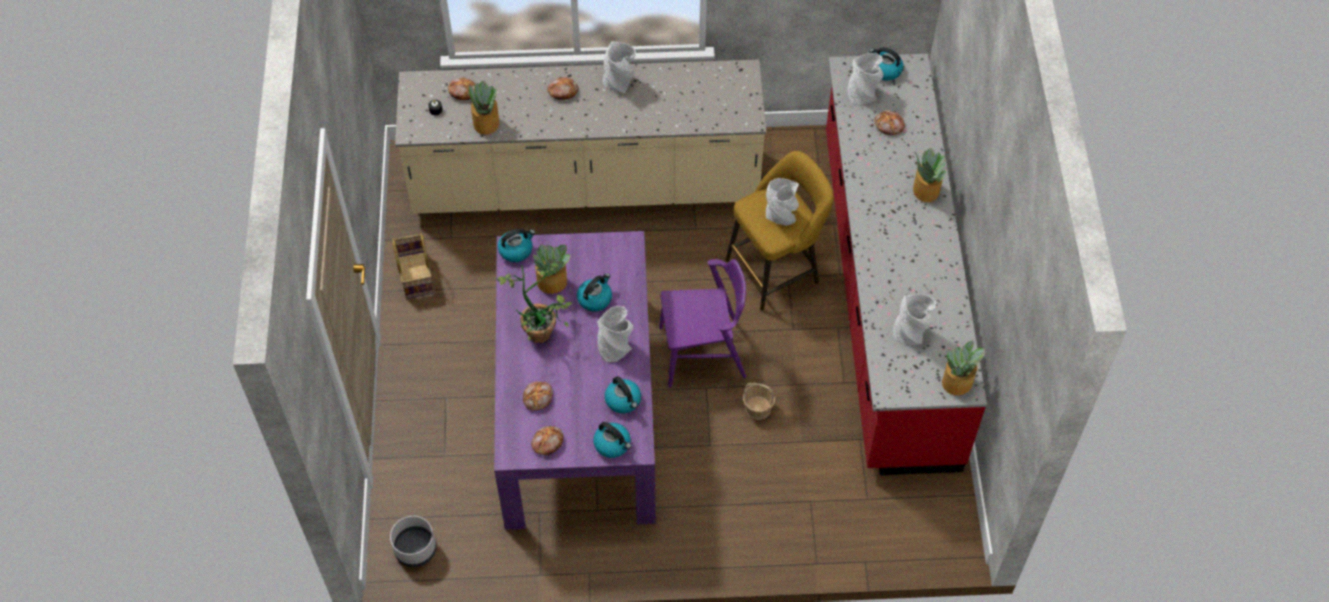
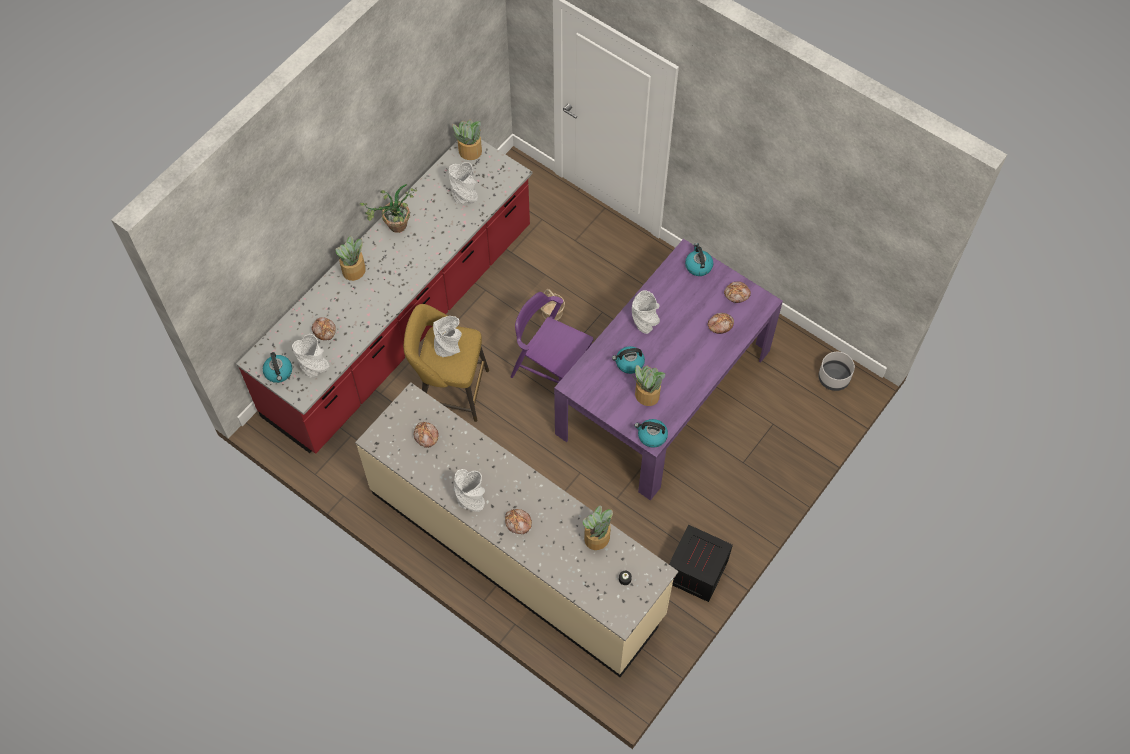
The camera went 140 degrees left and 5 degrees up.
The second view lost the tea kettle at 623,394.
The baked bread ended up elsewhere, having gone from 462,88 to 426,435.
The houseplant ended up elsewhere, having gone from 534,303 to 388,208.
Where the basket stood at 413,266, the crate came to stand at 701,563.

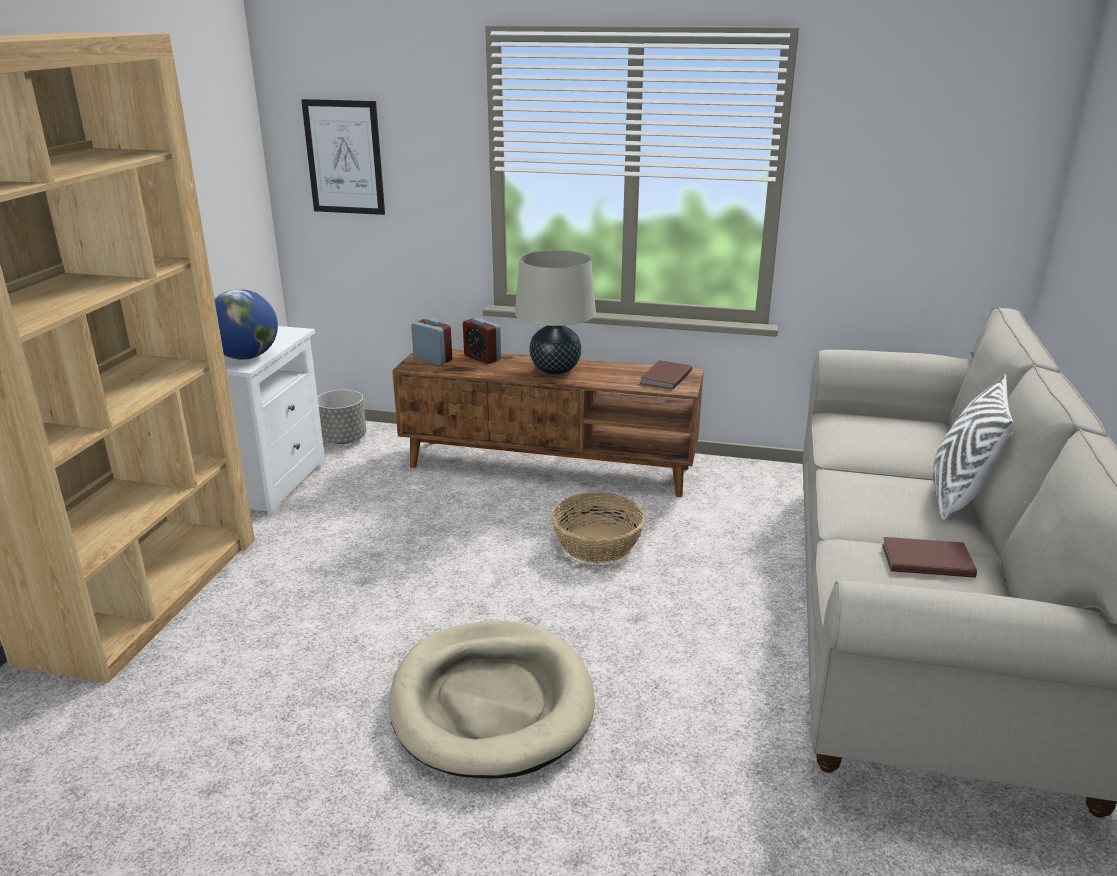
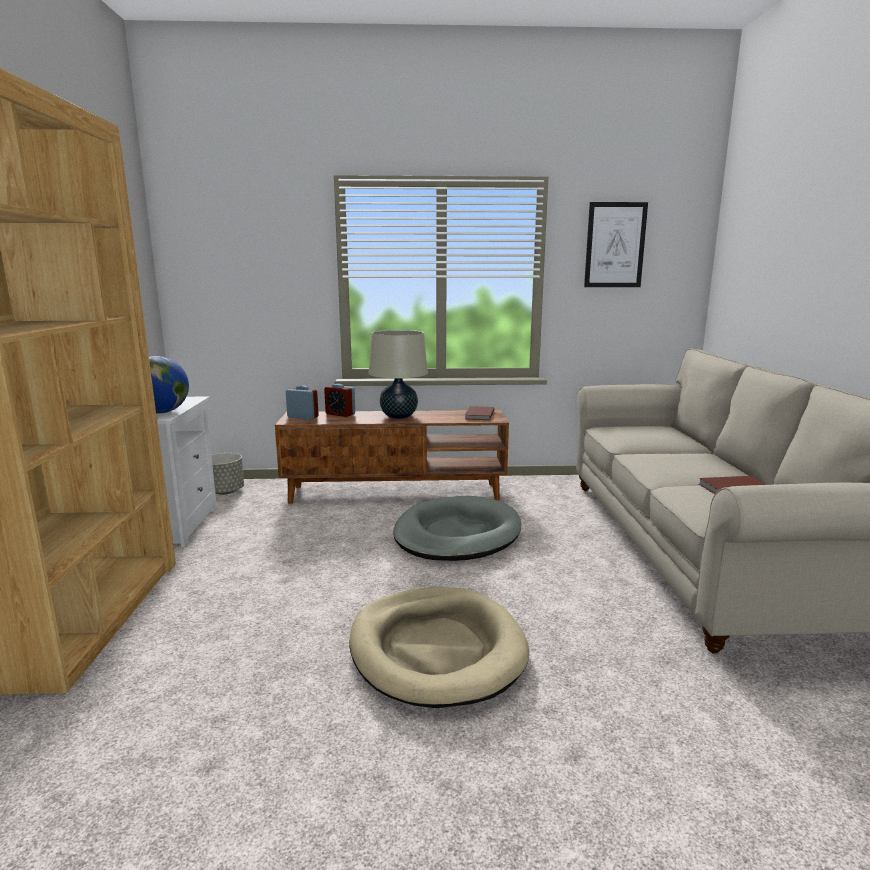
The camera went 15 degrees left and 10 degrees down.
The second view lost the white-coloured cushion at 973,447.
The wall art ended up elsewhere, having gone from 343,157 to 616,244.
Where the basket stood at 598,527, the greyish dog cushion came to stand at 457,528.

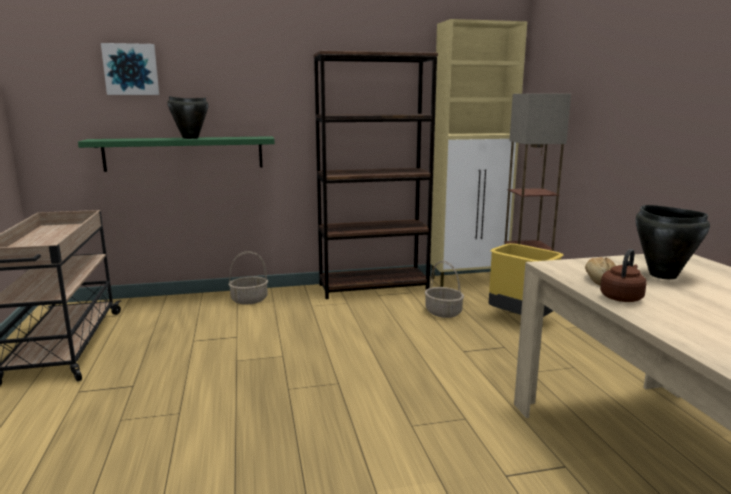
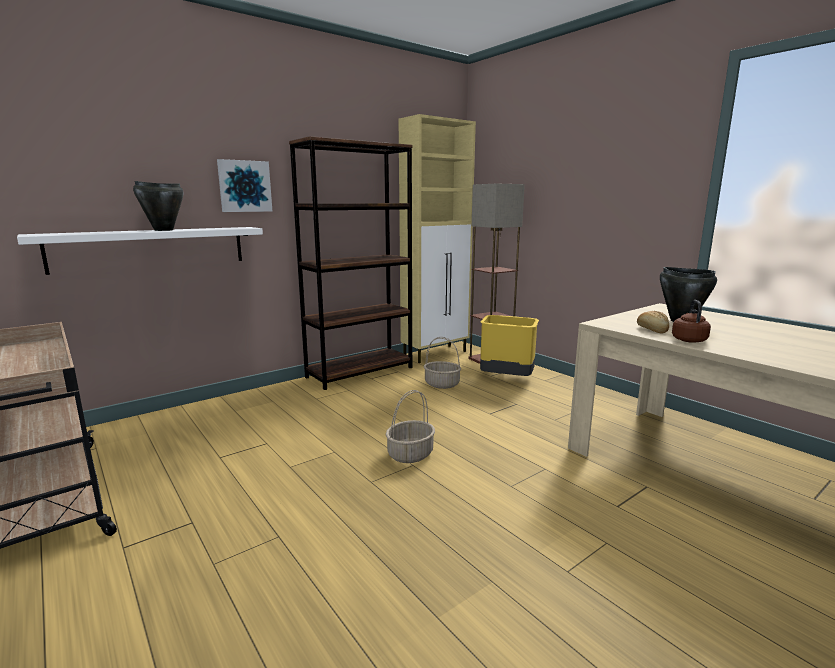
The camera went 25 degrees left and 0 degrees up.
The wall art ended up elsewhere, having gone from 130,69 to 244,185.
The basket ended up elsewhere, having gone from 248,277 to 410,426.
What was the green shelf at 176,154 turned into the white-coloured shelf at 140,251.

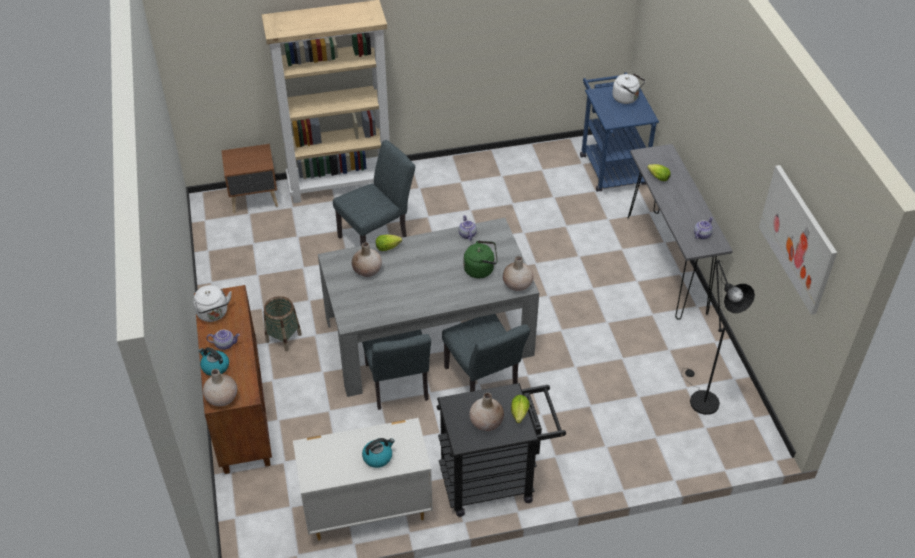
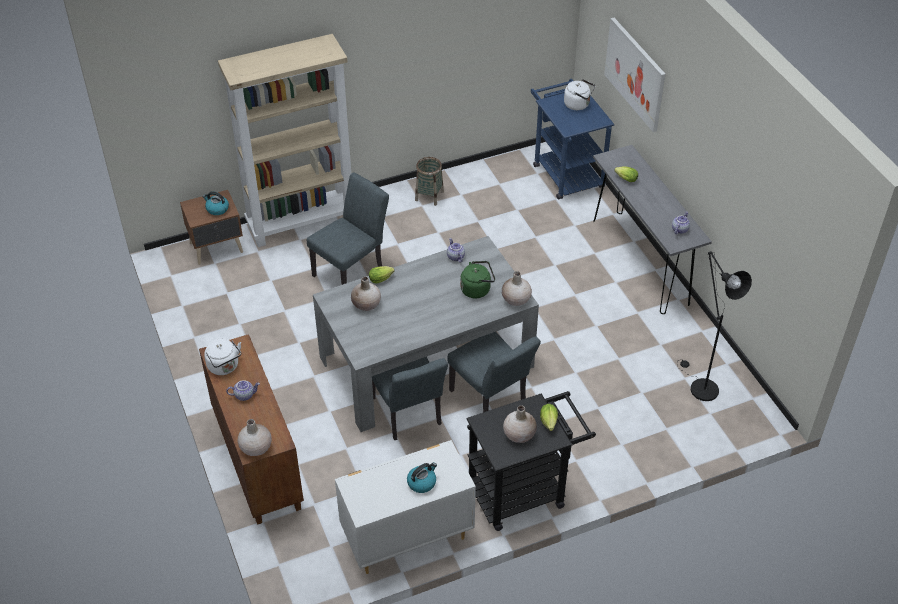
The camera went 10 degrees left and 0 degrees up.
The tea kettle ended up elsewhere, having gone from 213,361 to 216,203.
The basket ended up elsewhere, having gone from 283,323 to 429,181.
The wall art ended up elsewhere, having gone from 798,240 to 635,75.

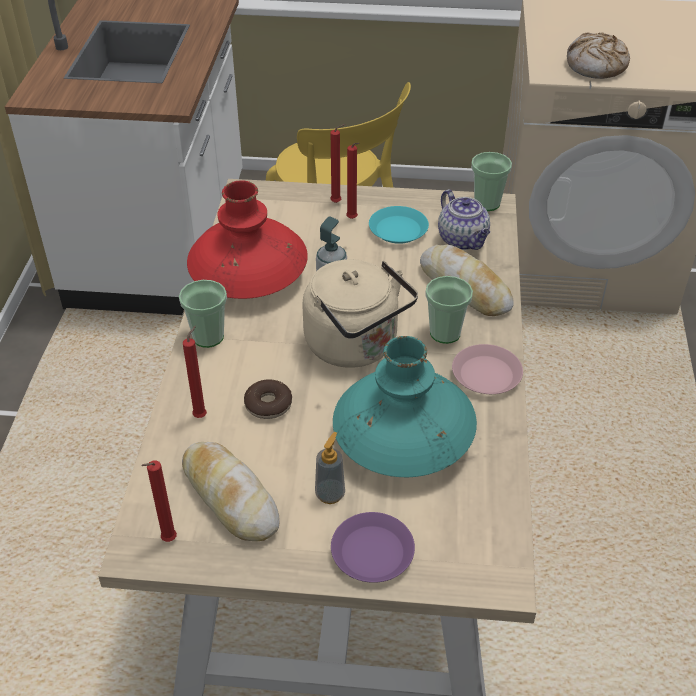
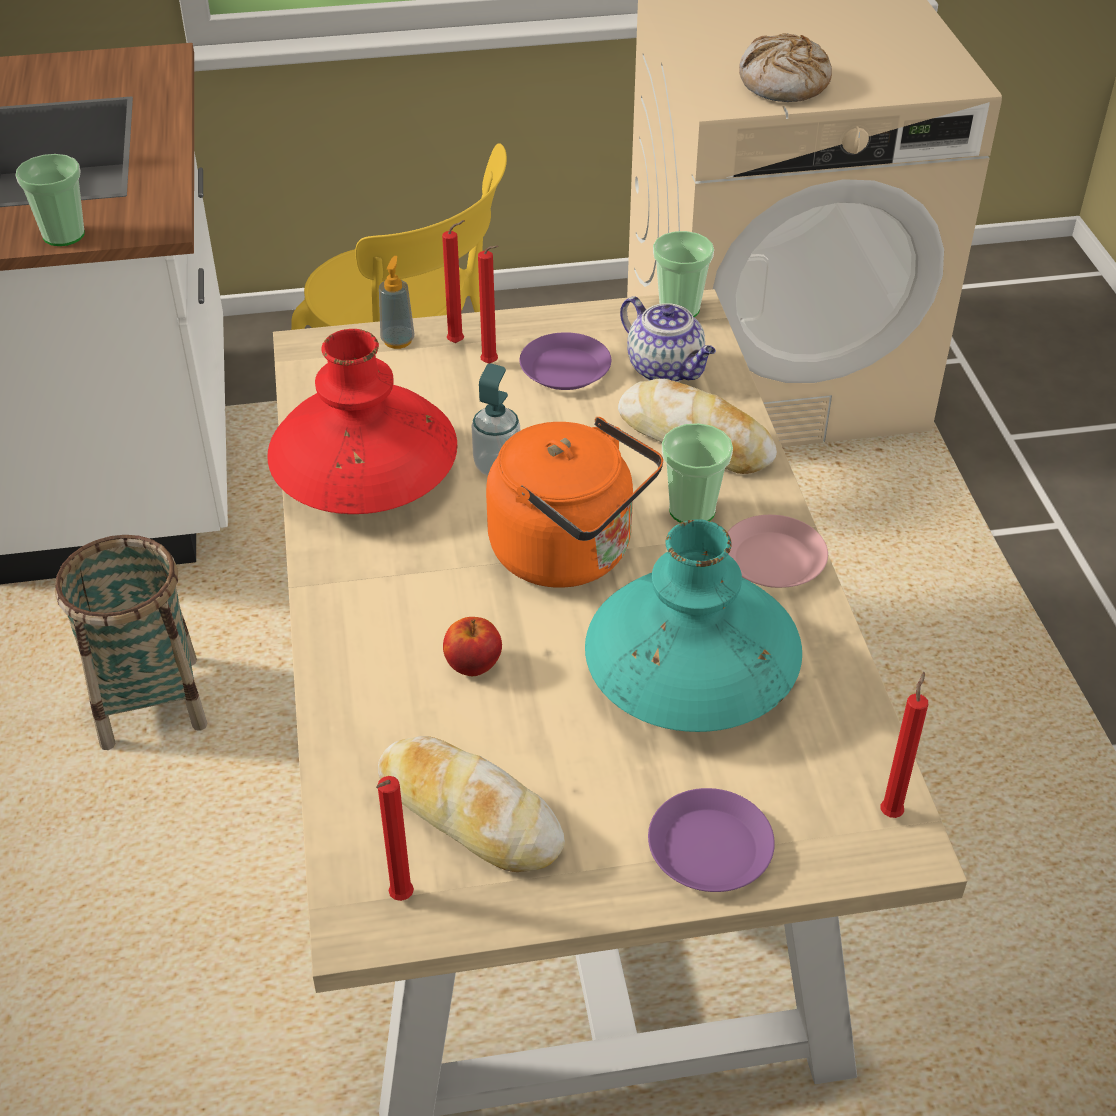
The camera went 15 degrees left and 0 degrees up.
The second view gained the basket at 131,642.
The small cup ended up elsewhere, having gone from 203,314 to 50,200.
The red-coloured candle ended up elsewhere, having gone from 195,372 to 904,745.
The liquid soap bottle ended up elsewhere, having gone from 330,468 to 396,302.
Where the ring doughnut stood at 268,399, the apple fruit came to stand at 472,646.
What was the beige-coloured tea kettle at 360,313 turned into the orange-coloured tea kettle at 574,502.
What was the turquoise-coloured flat dish at 399,225 turned into the purple flat dish at 565,361.

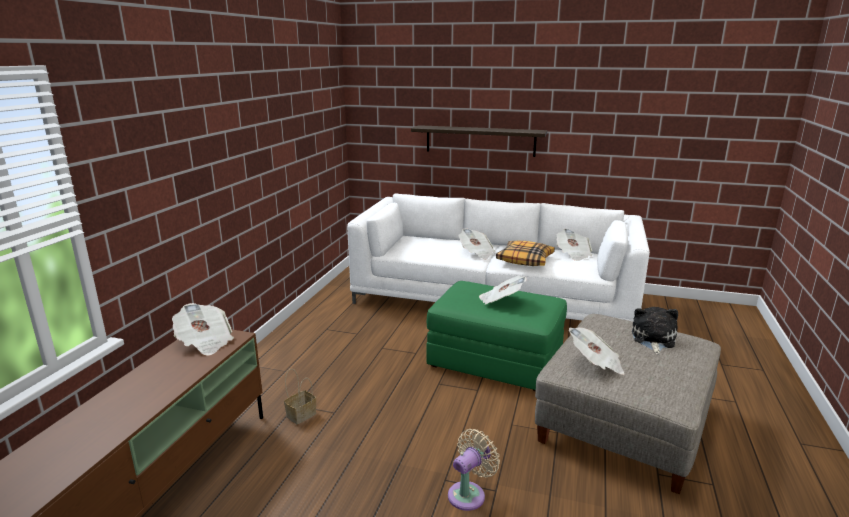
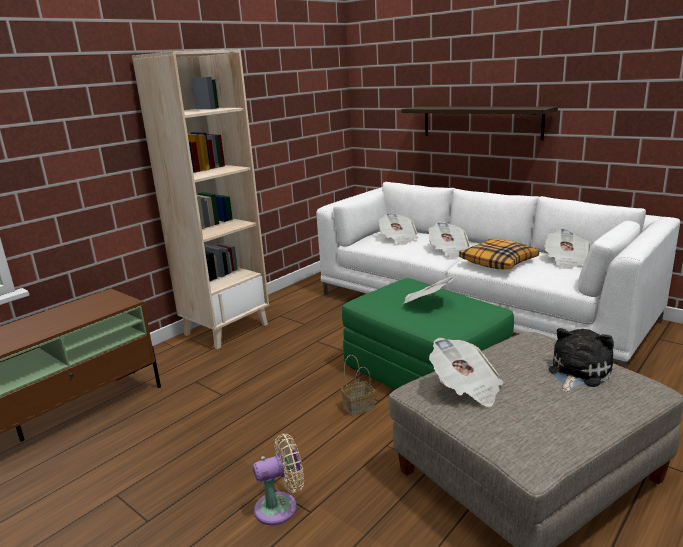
The camera went 25 degrees right and 0 degrees up.
The second view gained the beige-coloured shelving unit at 200,199.
The printed paper ended up elsewhere, having gone from 203,329 to 398,229.
The basket ended up elsewhere, having gone from 300,396 to 358,385.

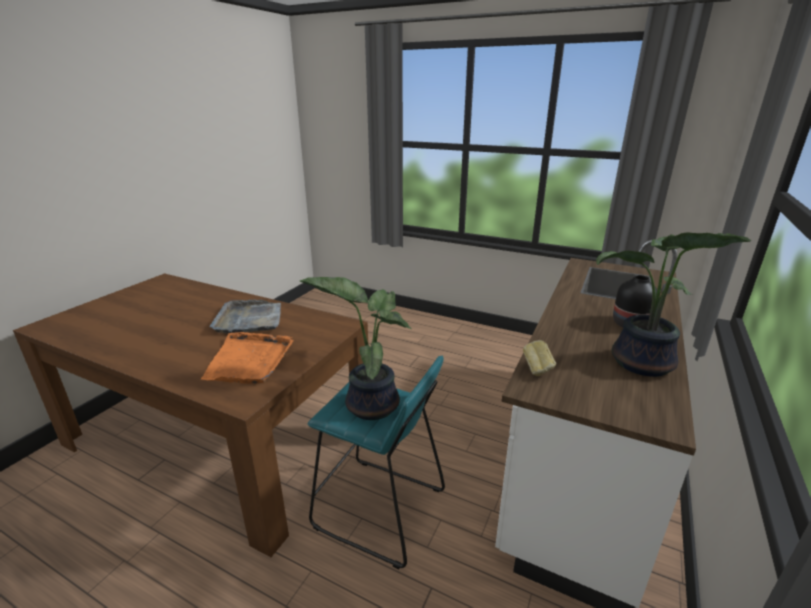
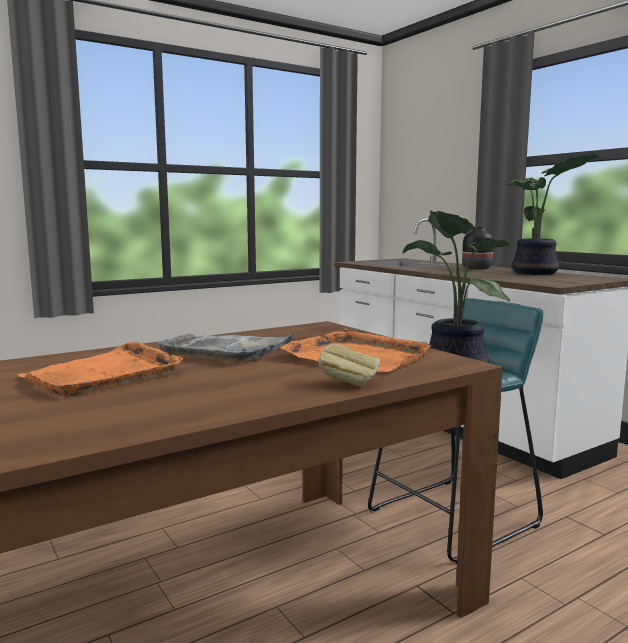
The camera went 60 degrees left and 15 degrees down.
The second view gained the orange-coloured serving tray at 100,369.
The baked bread ended up elsewhere, having gone from 539,358 to 349,365.

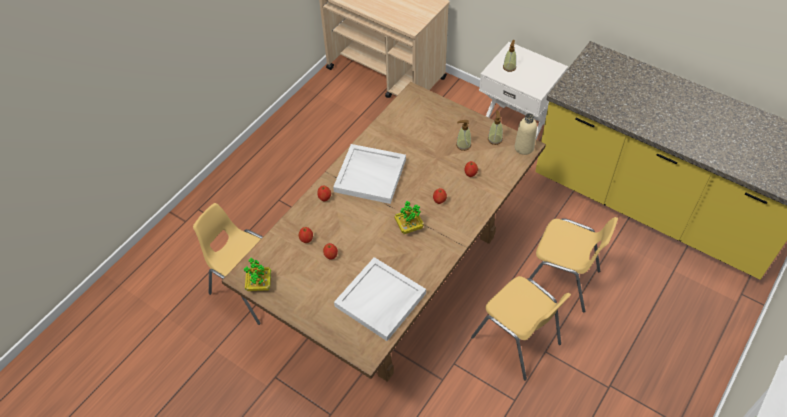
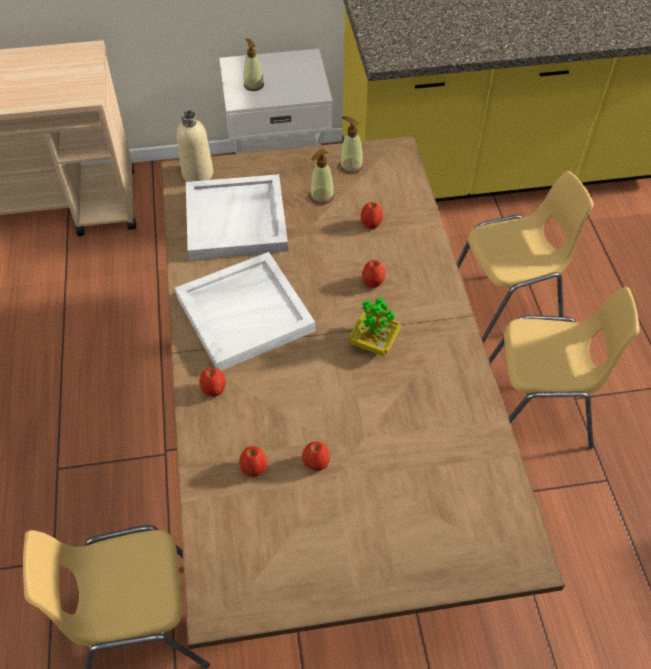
The camera went 45 degrees left and 0 degrees up.
The second view lost the houseplant at 257,274.
The white-coloured serving tray ended up elsewhere, having gone from 380,299 to 237,217.
The beige-coloured beverage bottle ended up elsewhere, having gone from 526,134 to 195,146.

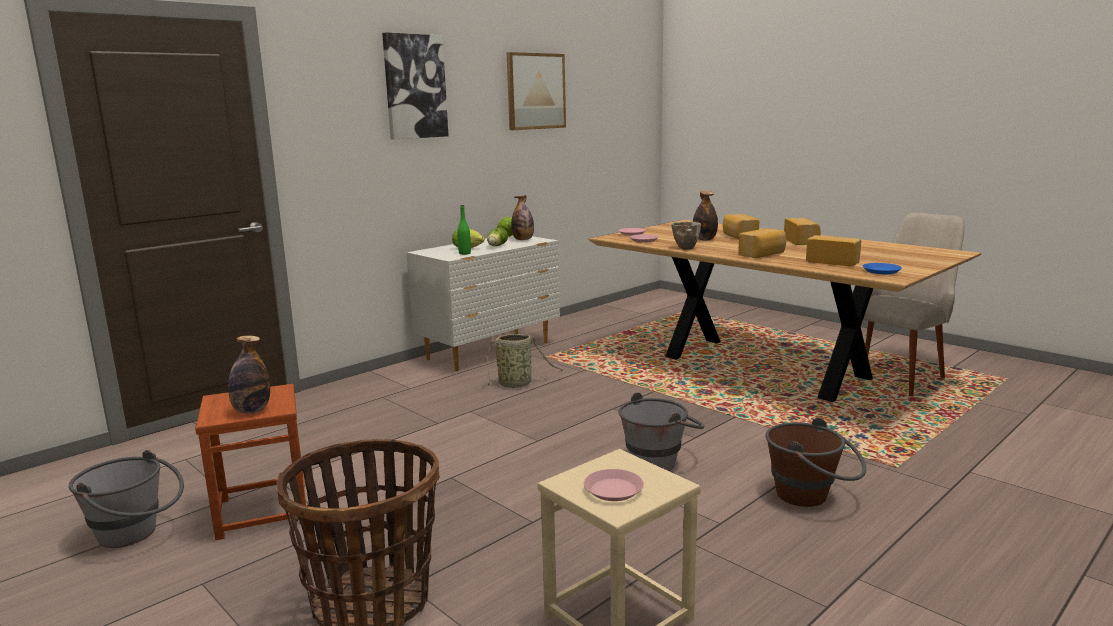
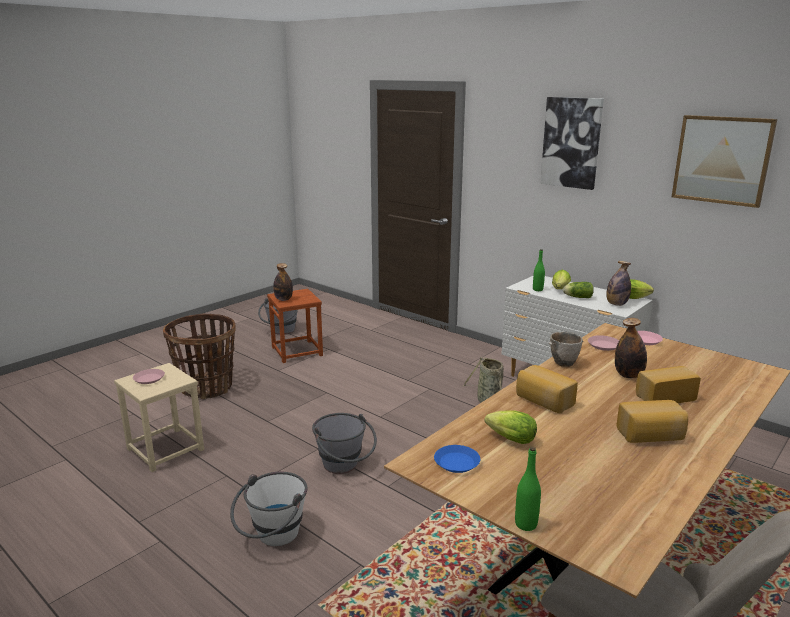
The camera went 85 degrees right and 5 degrees up.
The second view gained the green beverage bottle at 528,489.
Where the baked bread stood at 833,250, the head of lettuce came to stand at 511,427.
What was the brownish bucket at 815,462 turned into the white-coloured bucket at 268,509.

